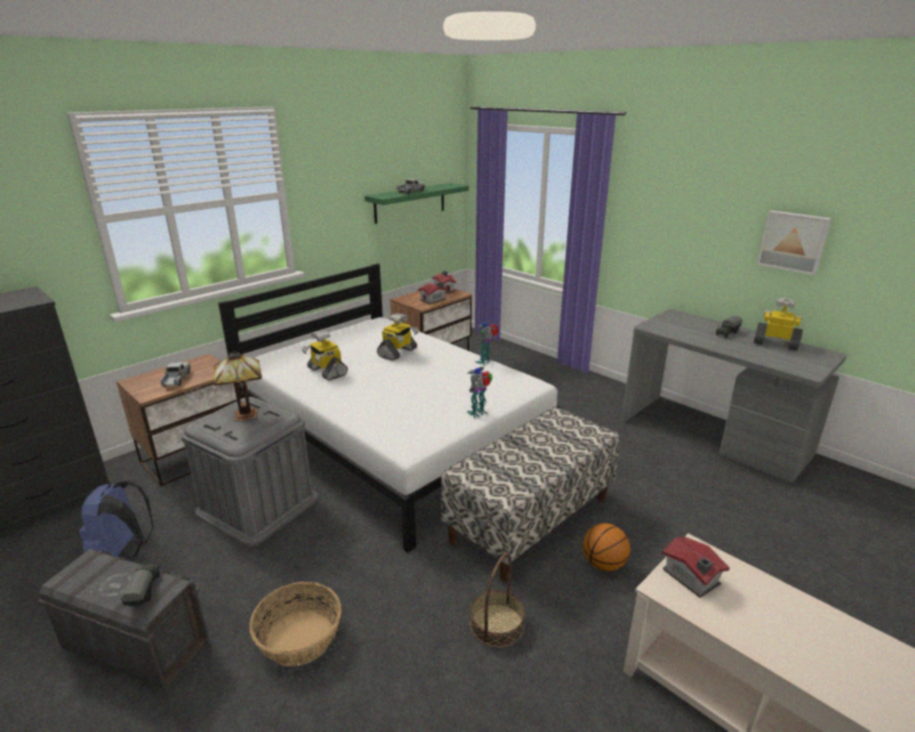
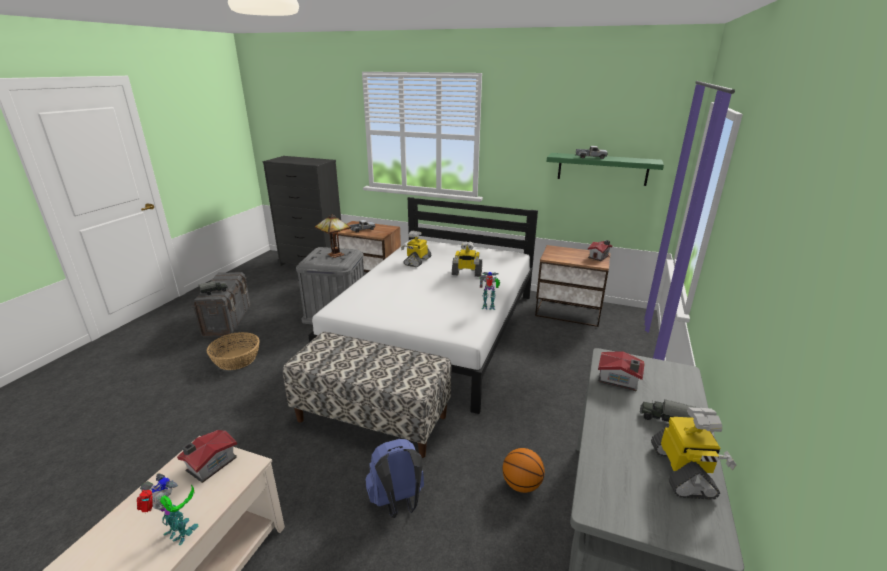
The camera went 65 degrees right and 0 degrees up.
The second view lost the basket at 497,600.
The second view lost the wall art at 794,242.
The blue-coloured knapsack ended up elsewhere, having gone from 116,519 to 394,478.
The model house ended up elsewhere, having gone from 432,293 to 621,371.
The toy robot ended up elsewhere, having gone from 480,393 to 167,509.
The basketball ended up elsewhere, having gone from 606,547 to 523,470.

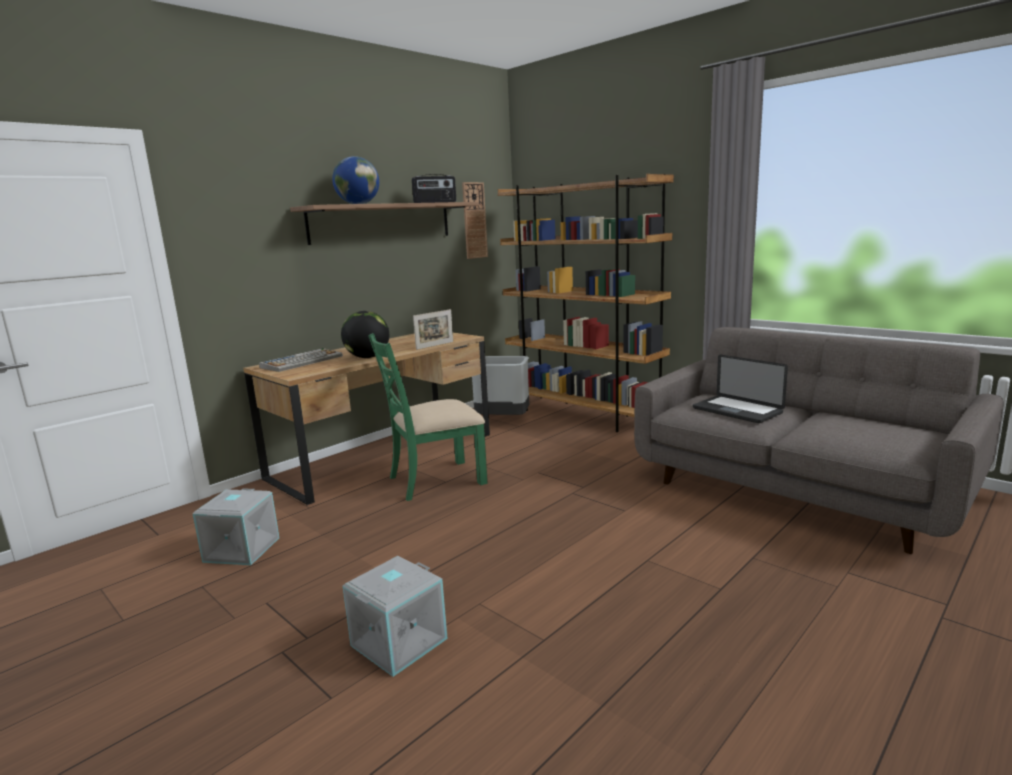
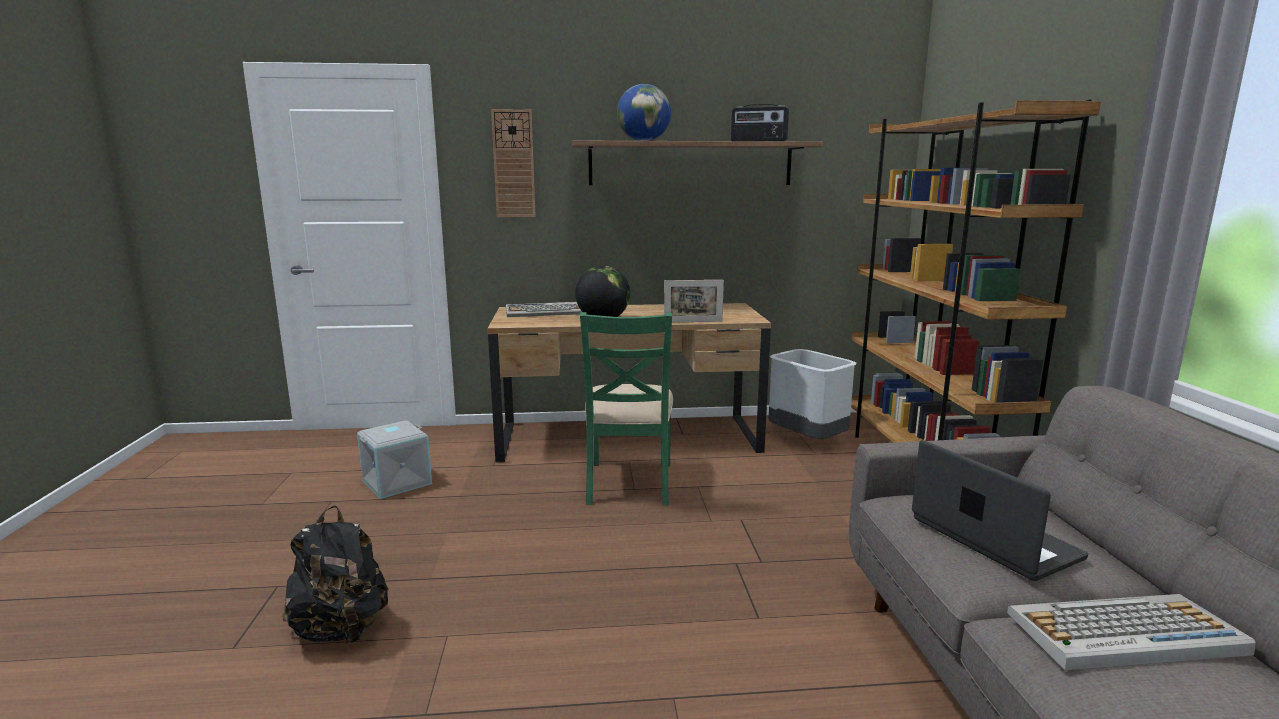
The camera went 40 degrees right and 0 degrees up.
The second view gained the PC keyboard at 1131,632.
The hanging clock ended up elsewhere, having gone from 475,220 to 513,163.
Where the greyish storage box stood at 395,616, the blackish knapsack came to stand at 335,574.
The green plain chair at 428,417 ended up facing another way, 105 degrees counterclockwise from before.
The laptop at 740,389 ended up facing another way, 150 degrees clockwise from before.

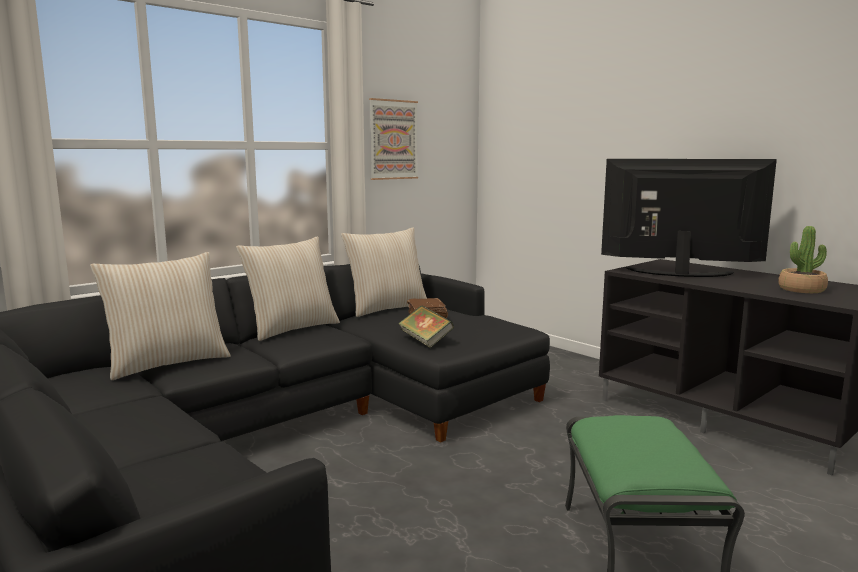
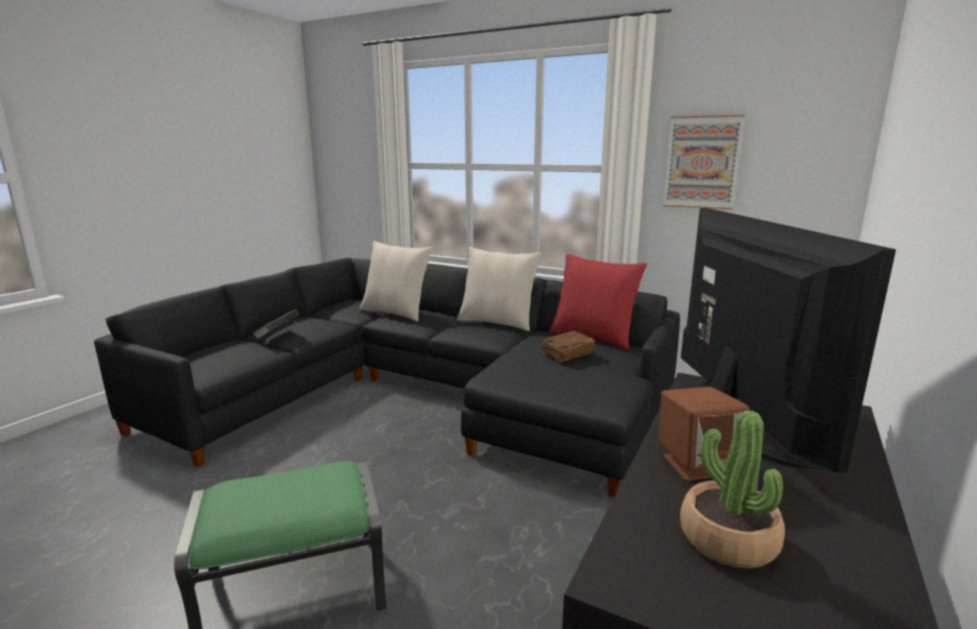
The camera went 70 degrees right and 5 degrees up.
The second view gained the brownish loudspeaker at 704,434.
The volume ended up elsewhere, having gone from 426,326 to 276,324.
What was the beige-coloured cushion at 384,272 turned into the red-coloured cushion at 598,302.

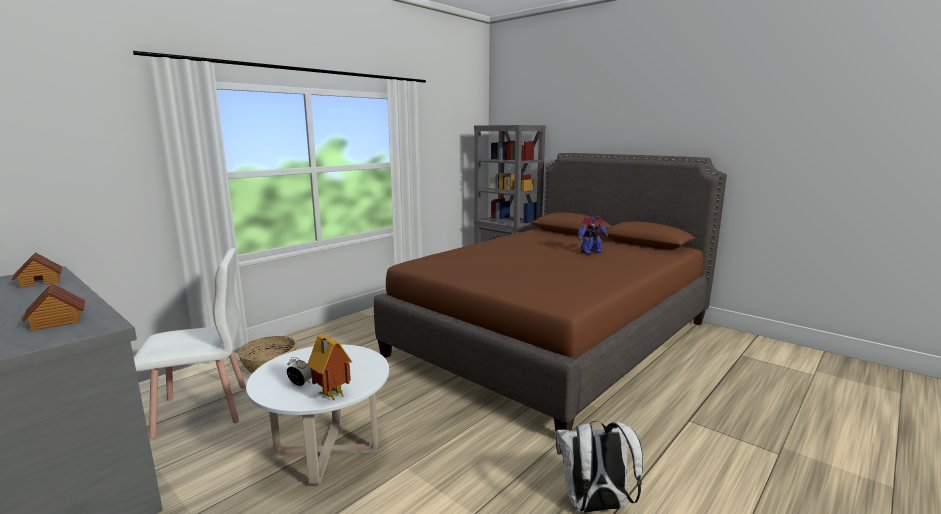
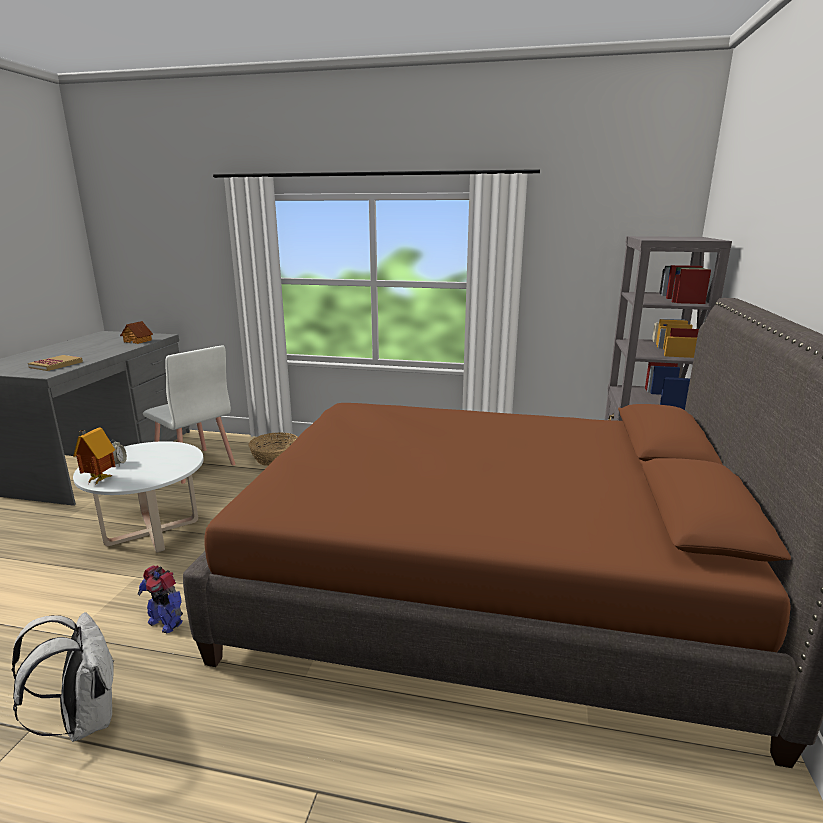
The camera went 60 degrees right and 5 degrees up.
The toy robot ended up elsewhere, having gone from 593,235 to 160,599.
Where the model house stood at 53,307, the volume came to stand at 55,363.

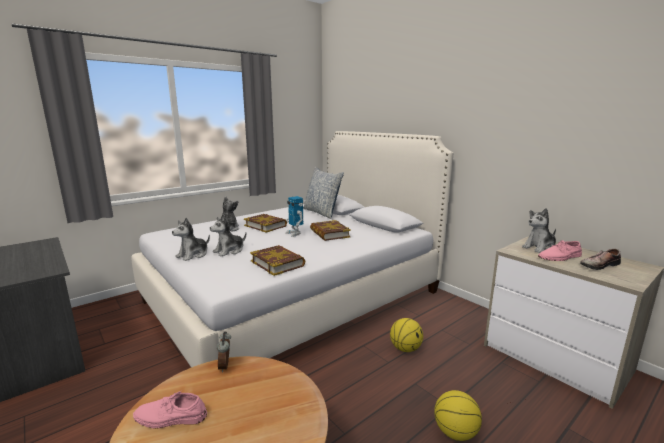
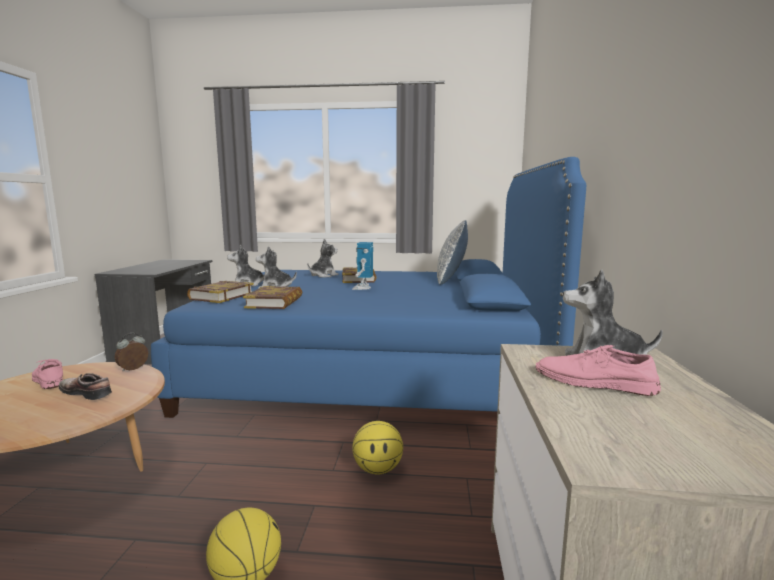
The camera went 45 degrees right and 5 degrees down.
The volume ended up elsewhere, having gone from 330,230 to 220,292.
The low shoe ended up elsewhere, having gone from 600,259 to 85,386.
What was the white-coloured bedroom bed at 292,249 turned into the blue-coloured bedroom bed at 368,287.

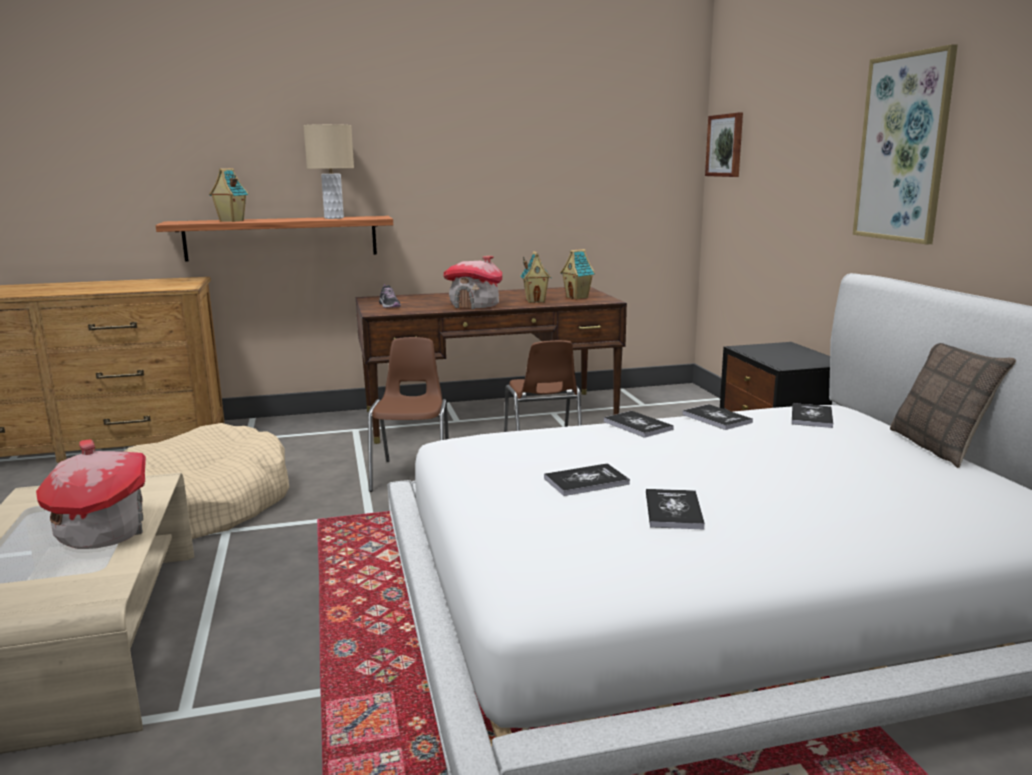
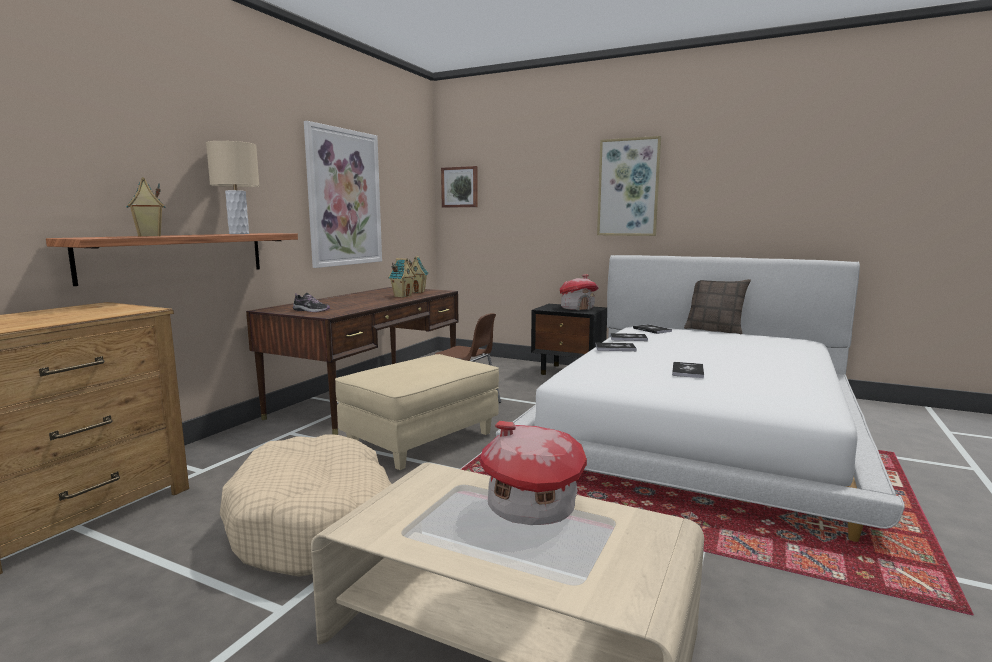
The camera went 50 degrees left and 5 degrees down.
The second view lost the volume at 675,509.
The second view gained the wall art at 343,194.
The model house ended up elsewhere, having gone from 472,283 to 579,292.
Where the brownish plain chair stood at 408,414, the beige-coloured pouffe came to stand at 417,412.

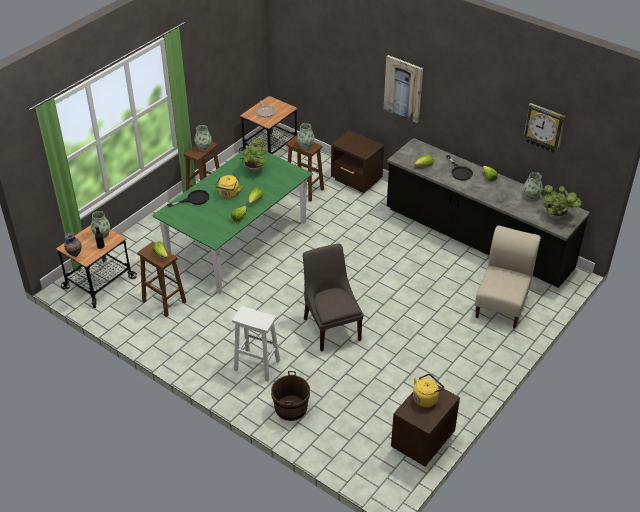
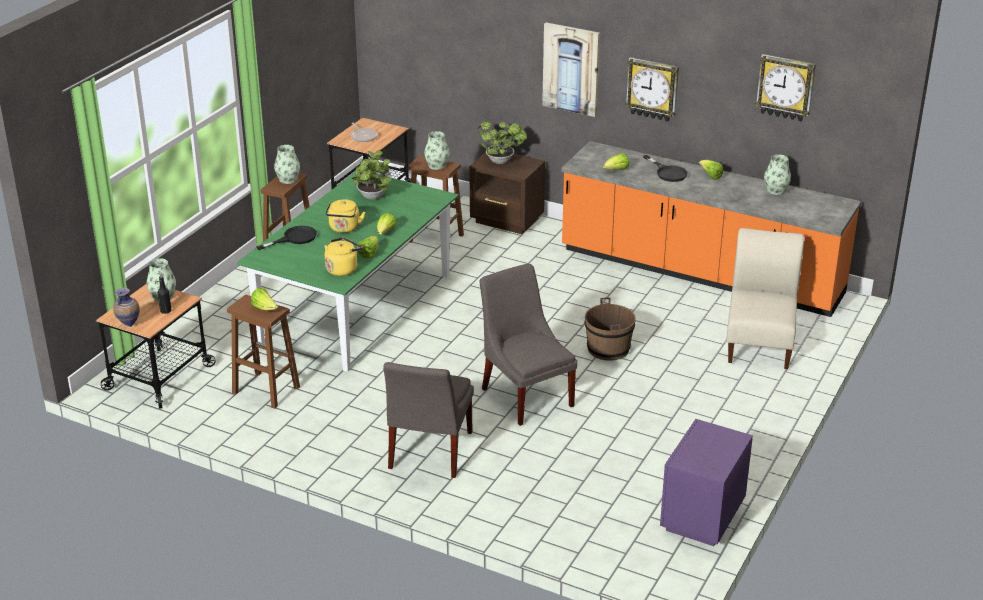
The camera went 10 degrees left and 10 degrees down.
The second view gained the hanging clock at 652,89.
The brownish bucket ended up elsewhere, having gone from 290,396 to 610,329.
The yellow-coloured tea kettle ended up elsewhere, having gone from 429,390 to 343,256.
The houseplant ended up elsewhere, having gone from 561,202 to 502,142.
Where the white-coloured sitting stool stood at 256,343, the greyish plain chair came to stand at 428,420.
What was the blackish kitchen base unit at 488,213 turned into the orange-coloured kitchen base unit at 711,229.
What was the brownish nightstand at 425,426 turned into the purple nightstand at 706,482.

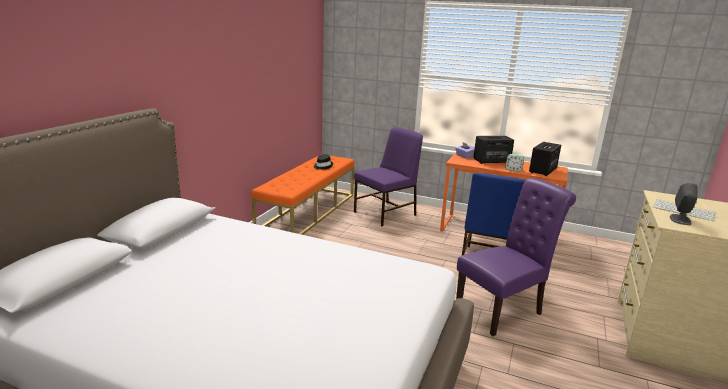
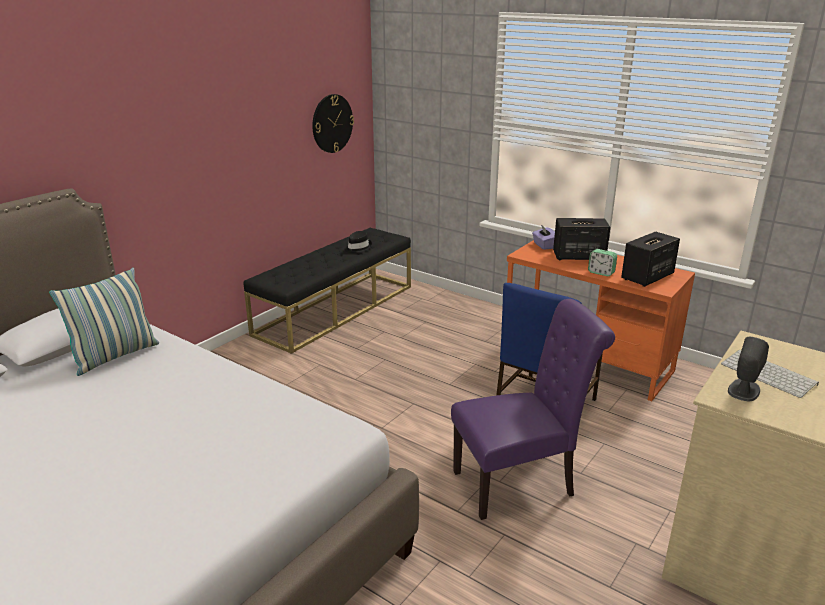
The camera went 15 degrees right and 5 degrees up.
The second view lost the purple plain chair at 388,176.
The second view gained the cushion at 104,322.
The second view gained the hanging clock at 333,123.
What was the orange-coloured long seat at 303,195 turned into the blackish long seat at 327,291.

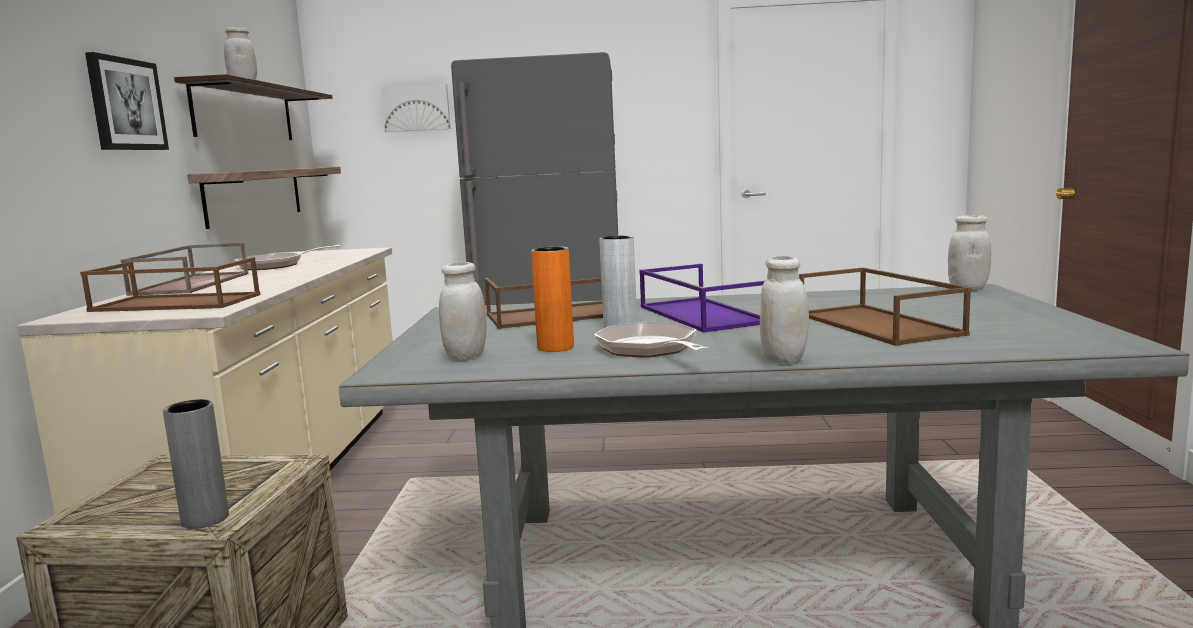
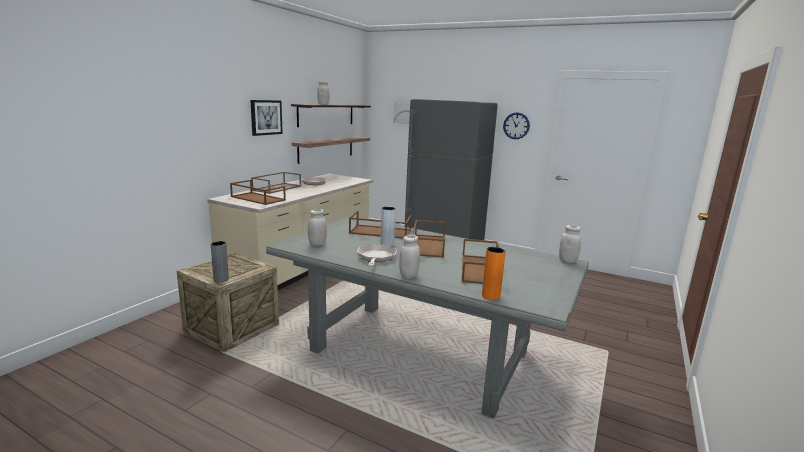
The camera went 25 degrees right and 5 degrees up.
The second view gained the hanging clock at 516,125.
The orange-coloured vase ended up elsewhere, having gone from 552,299 to 494,273.
What was the purple serving tray at 702,298 turned into the brownish serving tray at 429,239.

